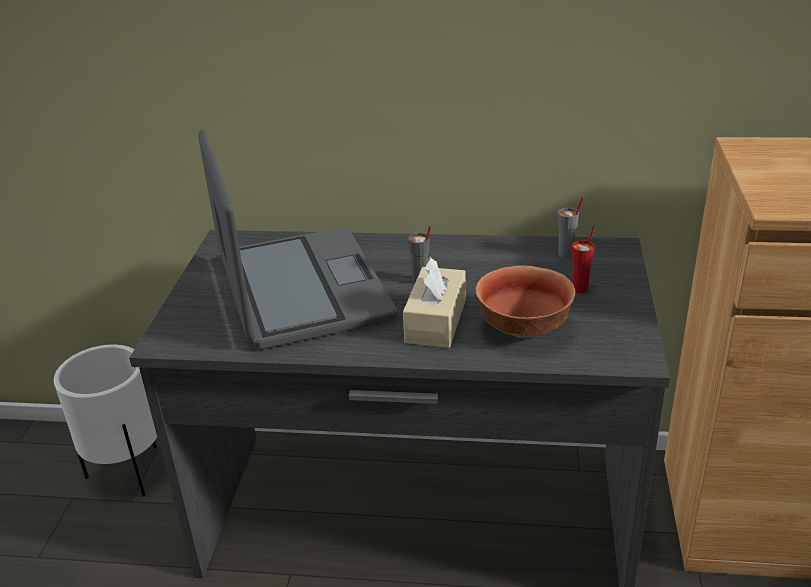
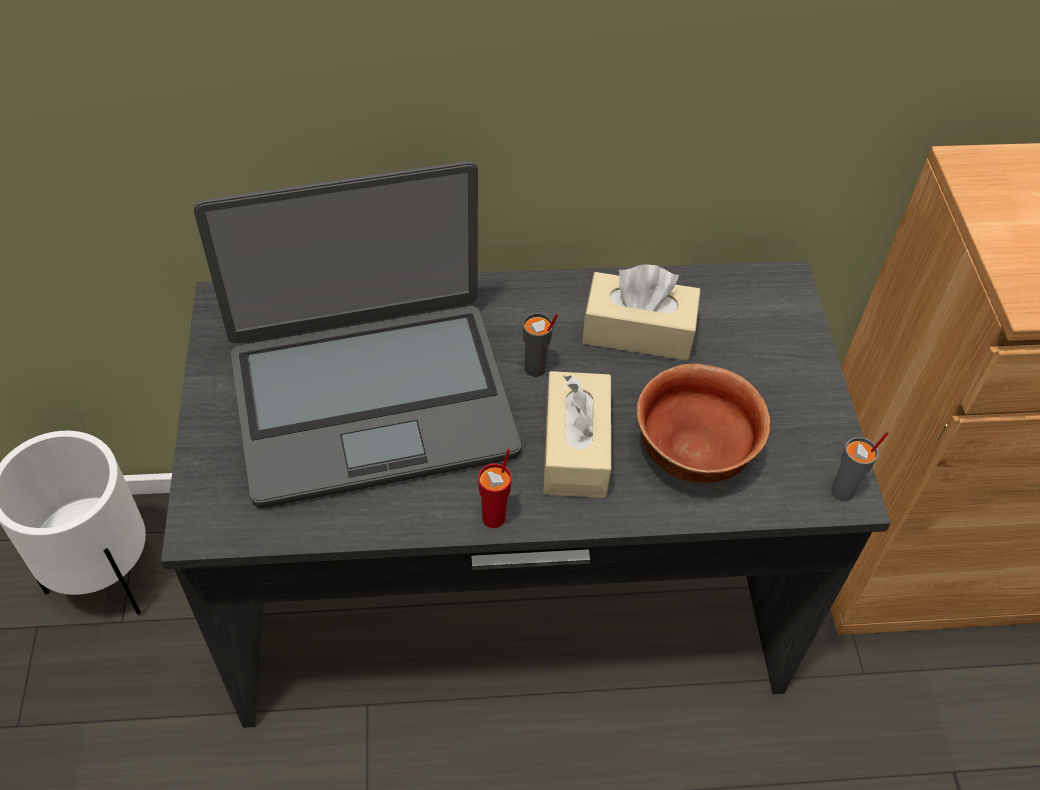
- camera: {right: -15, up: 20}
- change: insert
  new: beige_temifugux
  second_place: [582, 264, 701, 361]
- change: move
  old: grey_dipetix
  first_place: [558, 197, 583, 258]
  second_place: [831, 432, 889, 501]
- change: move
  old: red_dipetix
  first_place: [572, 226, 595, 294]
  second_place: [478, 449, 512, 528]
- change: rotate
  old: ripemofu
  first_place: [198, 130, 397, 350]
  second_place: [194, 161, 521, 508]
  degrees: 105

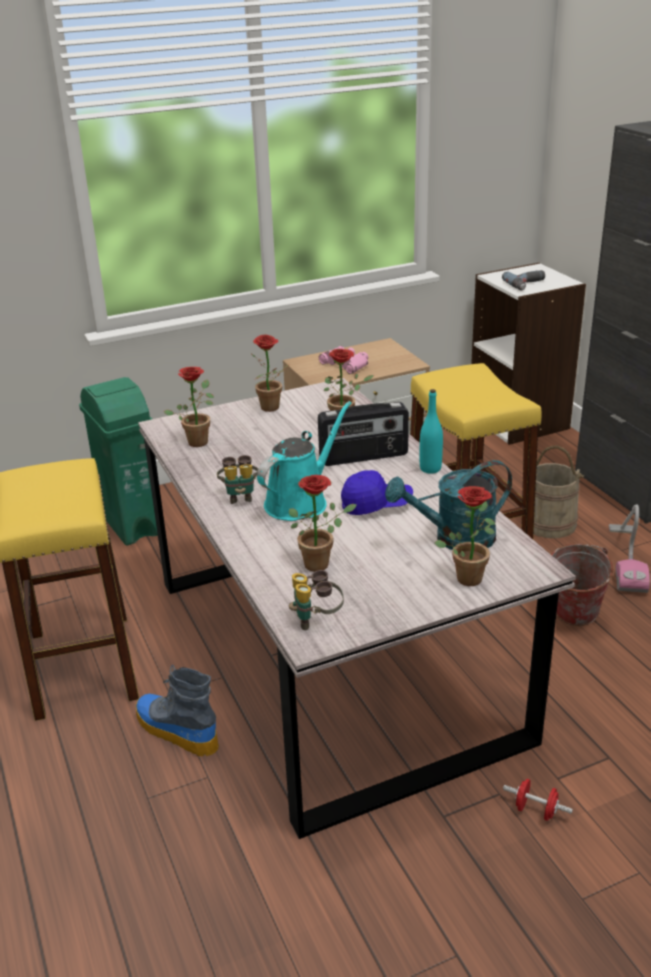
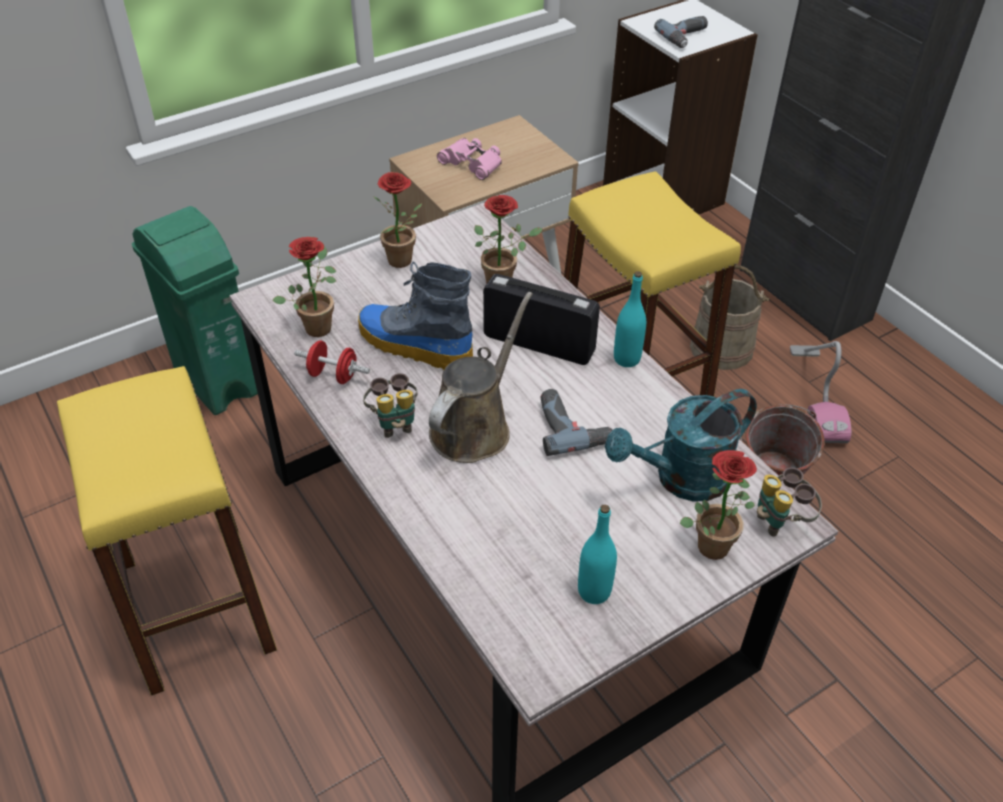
- camera: {right: -10, up: 15}
- change: delete
  old: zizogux
  first_place: [289, 475, 357, 572]
- change: insert
  new: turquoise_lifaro
  second_place: [578, 505, 617, 604]
- change: move
  old: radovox
  first_place: [135, 665, 219, 756]
  second_place: [358, 261, 473, 370]
- change: move
  old: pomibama
  first_place: [289, 570, 344, 630]
  second_place: [757, 468, 822, 537]
- change: move
  old: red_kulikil
  first_place: [503, 779, 573, 821]
  second_place: [294, 341, 370, 384]
- change: replace
  old: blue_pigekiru
  new: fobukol
  first_place: [341, 470, 413, 515]
  second_place: [541, 389, 613, 456]
- change: recolor
  old: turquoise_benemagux
  new: brown_benemagux
  first_place: [257, 401, 351, 521]
  second_place: [429, 292, 533, 463]
- change: rotate
  old: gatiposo
  first_place: [318, 402, 409, 466]
  second_place: [483, 274, 600, 365]
  degrees: -135

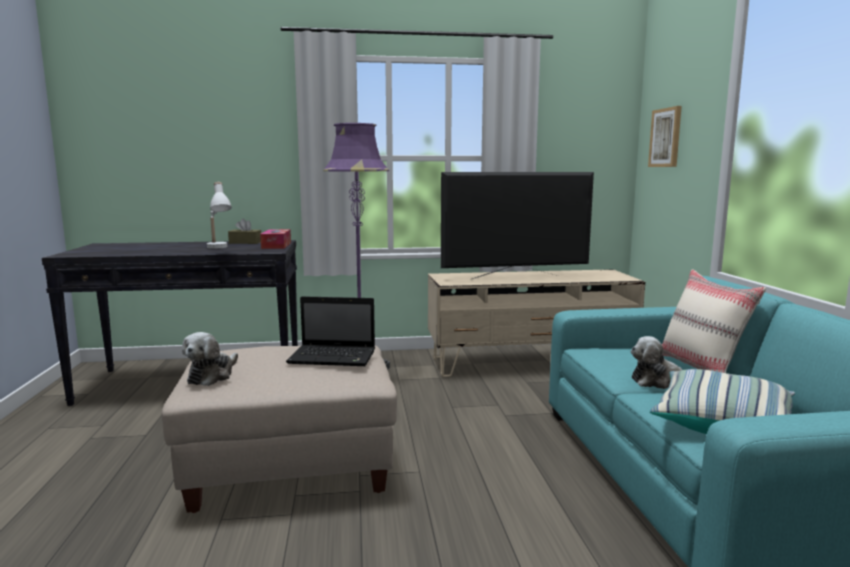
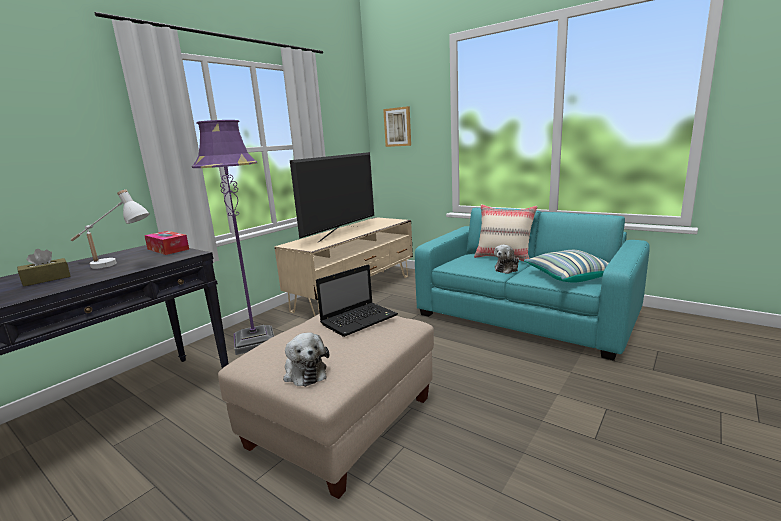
- camera: {right: -45, up: 5}
- change: move
  old: brown_temifugux
  first_place: [228, 218, 261, 244]
  second_place: [17, 249, 71, 287]

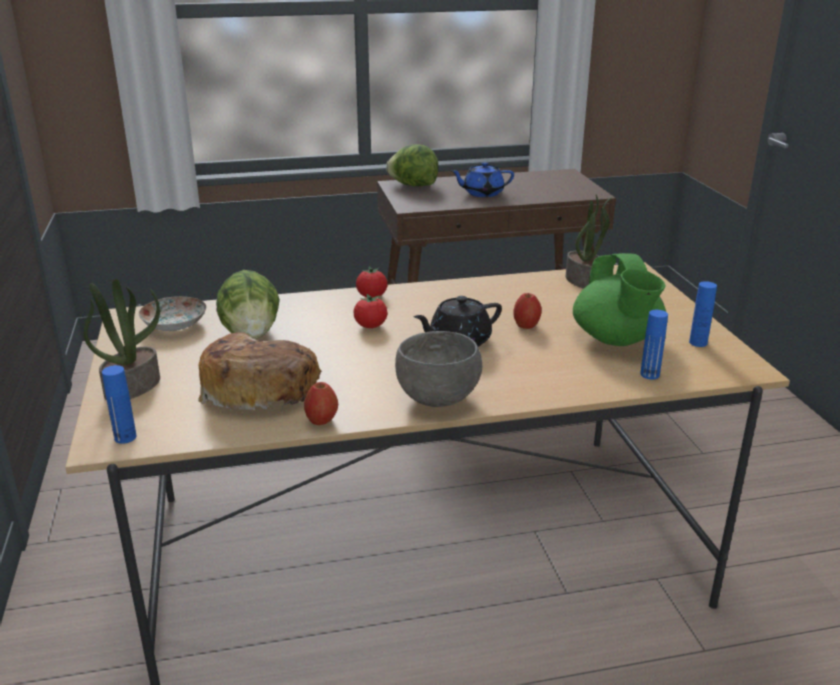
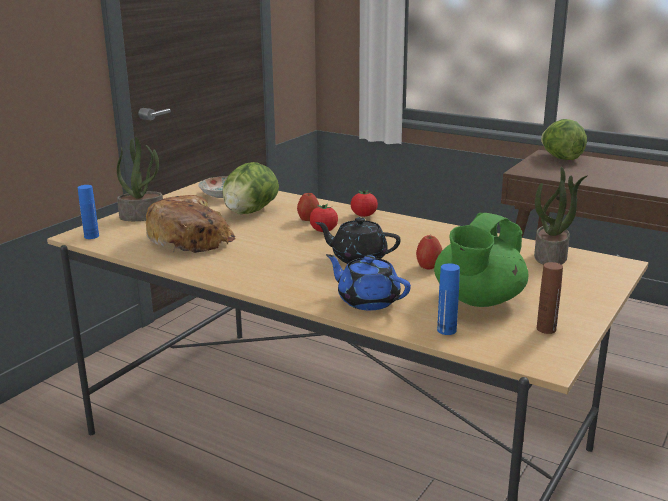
- camera: {right: 45, up: -5}
- change: delete
  old: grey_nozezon
  first_place: [395, 331, 482, 407]
- change: move
  old: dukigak
  first_place: [304, 382, 338, 425]
  second_place: [297, 192, 319, 221]
- change: move
  old: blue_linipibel
  first_place: [450, 162, 514, 197]
  second_place: [326, 254, 411, 310]
- change: recolor
  old: blue_lifaro
  new: brown_lifaro
  first_place: [689, 281, 717, 347]
  second_place: [537, 262, 563, 334]

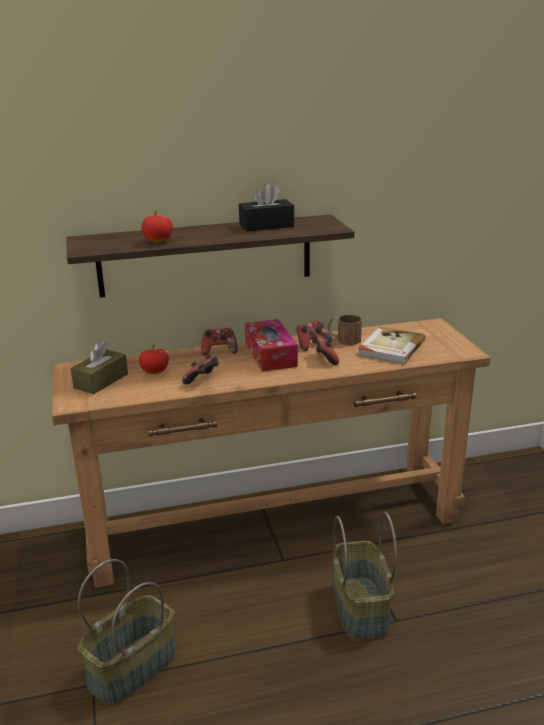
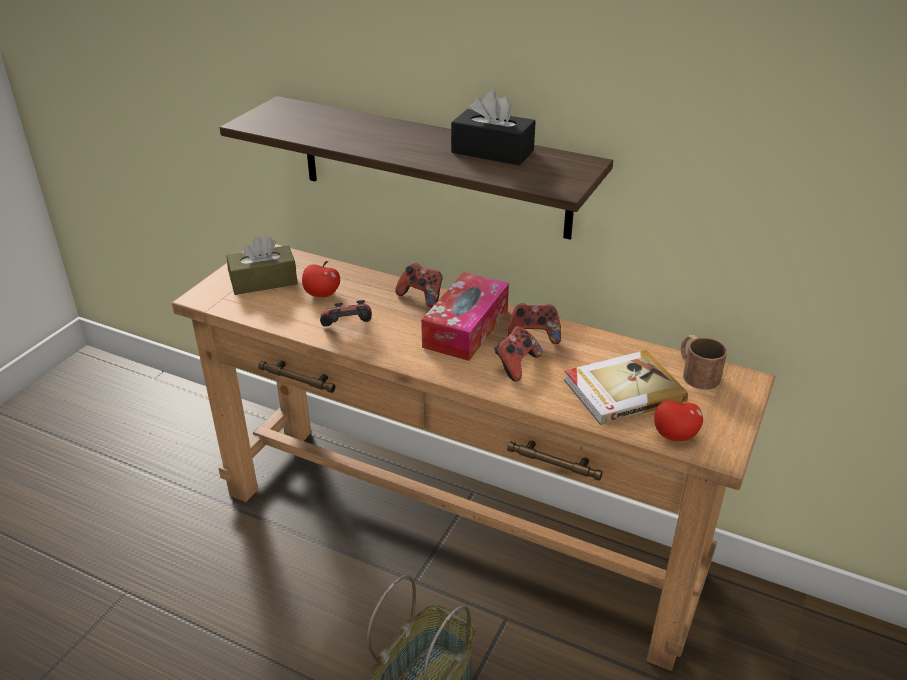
- camera: {right: 40, up: 10}
- change: delete
  old: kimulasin
  first_place: [77, 559, 176, 705]
- change: move
  old: dukigak
  first_place: [141, 211, 173, 242]
  second_place: [654, 396, 703, 441]
- change: move
  old: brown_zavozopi
  first_place: [327, 315, 362, 345]
  second_place: [681, 335, 727, 390]

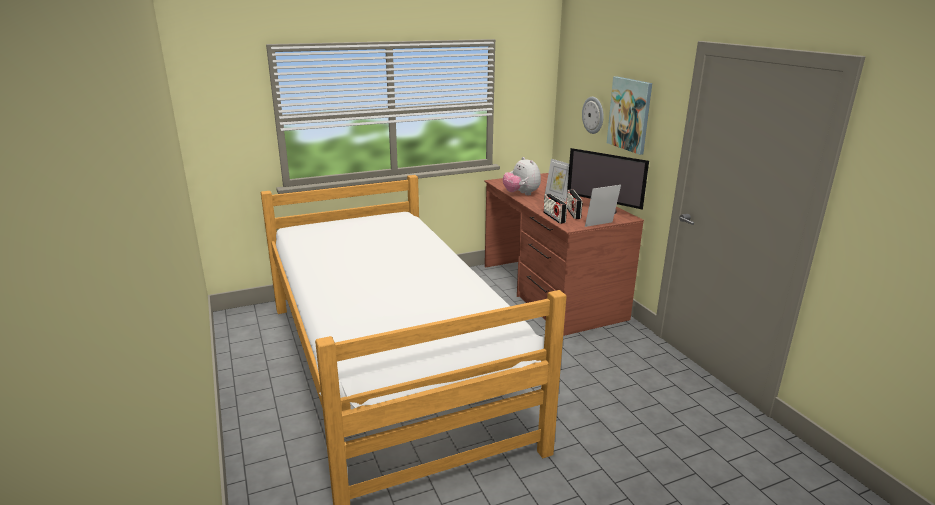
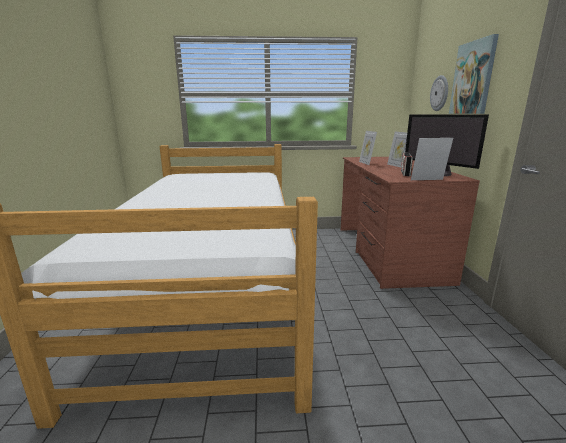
- camera: {right: 20, up: -5}
- change: delete
  old: gatiposo
  first_place: [543, 194, 567, 224]
- change: replace
  old: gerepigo
  new: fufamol
  first_place: [503, 157, 541, 195]
  second_place: [359, 131, 377, 165]

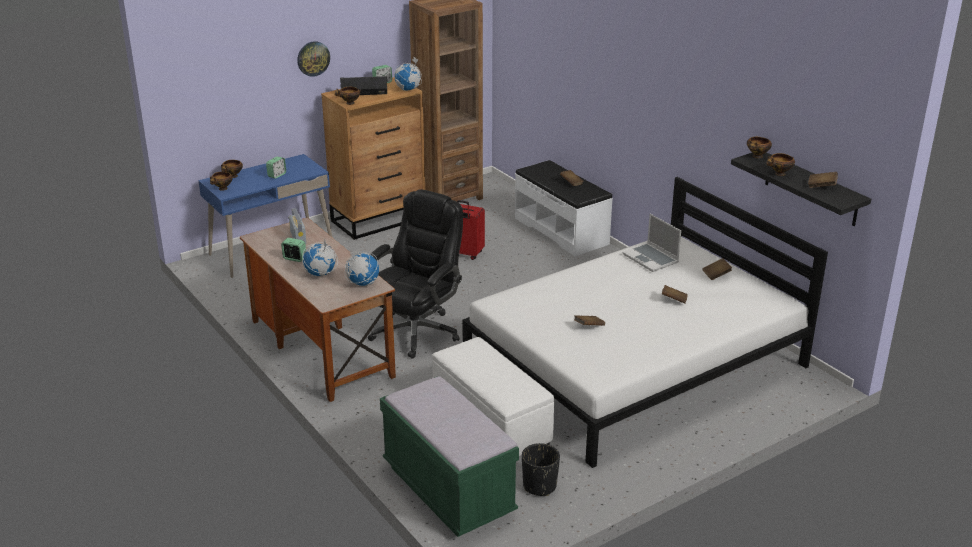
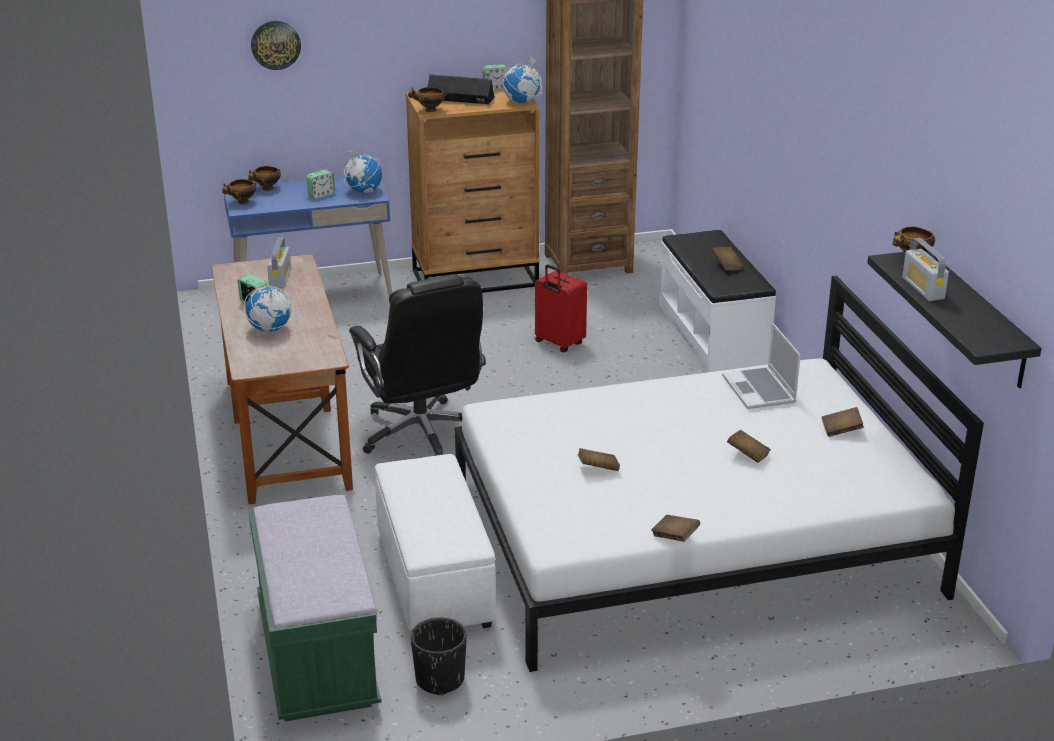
- camera: {right: 20, up: 0}
- change: move
  old: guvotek
  first_place: [297, 41, 330, 77]
  second_place: [251, 21, 301, 70]
- change: move
  old: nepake
  first_place: [345, 250, 379, 286]
  second_place: [344, 149, 382, 193]
- change: move
  old: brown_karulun
  first_place: [808, 172, 838, 188]
  second_place: [651, 515, 700, 542]
- change: replace
  old: nozezon
  new: gatiposo
  first_place: [766, 153, 795, 176]
  second_place: [902, 238, 949, 301]
- change: rotate
  old: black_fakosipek
  first_place: [368, 189, 463, 359]
  second_place: [349, 274, 486, 456]
  degrees: 105

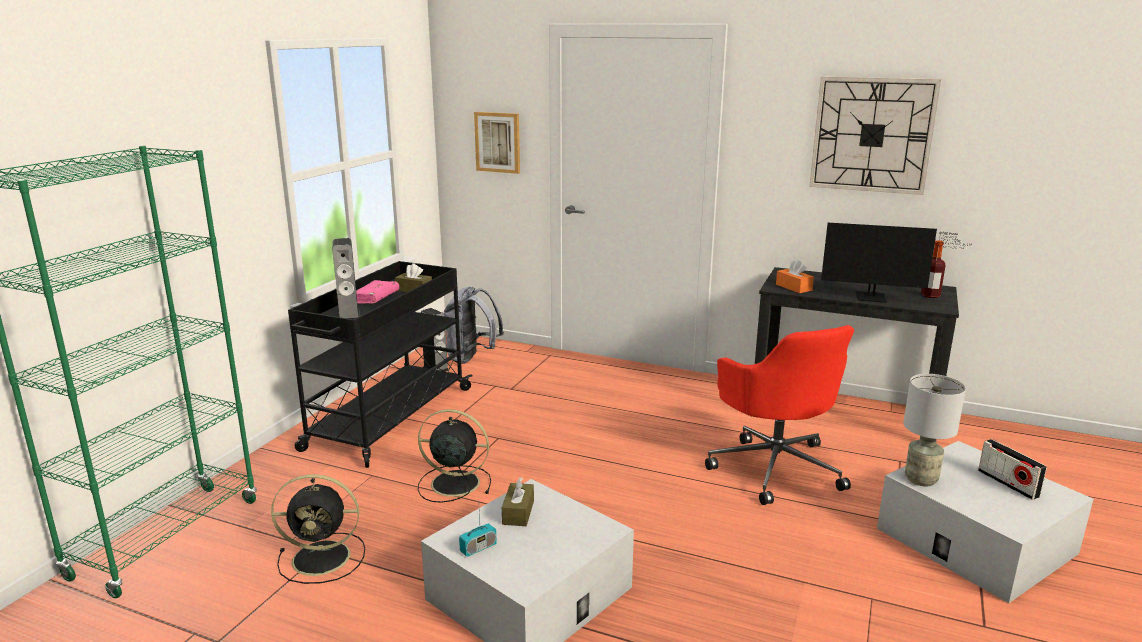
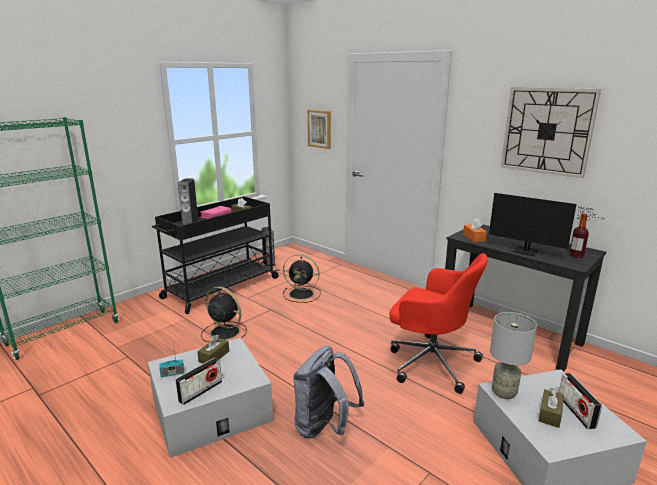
- camera: {right: 20, up: 0}
- change: insert
  new: gatiposo
  second_place: [175, 358, 222, 405]
- change: insert
  new: brown_temifugux
  second_place: [539, 388, 564, 428]
- change: move
  old: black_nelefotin
  first_place: [271, 474, 365, 584]
  second_place: [283, 254, 321, 303]
- change: move
  old: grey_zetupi
  first_place: [444, 287, 504, 364]
  second_place: [293, 346, 364, 439]
- change: rotate
  old: red_fakosipek
  first_place: [705, 325, 854, 505]
  second_place: [389, 253, 488, 394]
  degrees: -60

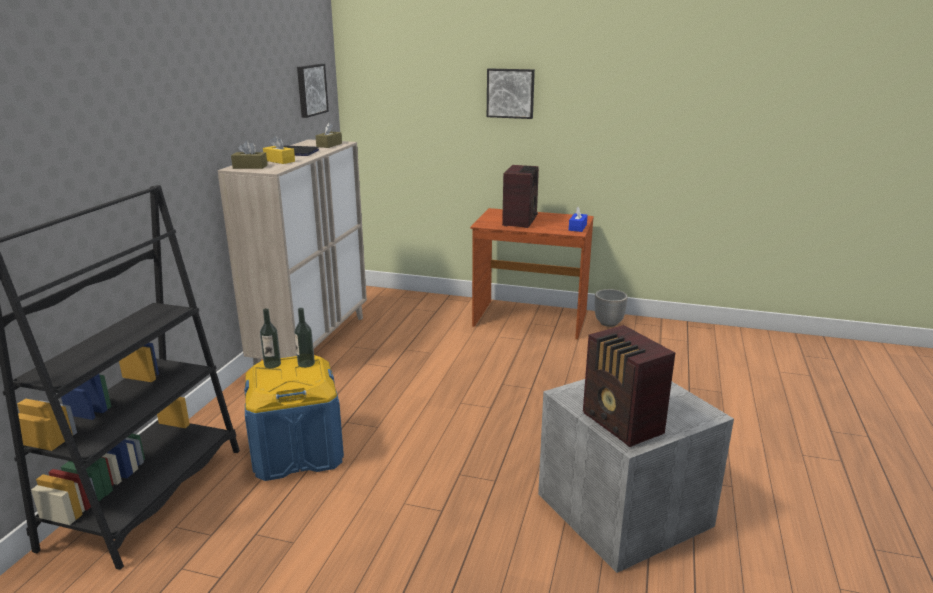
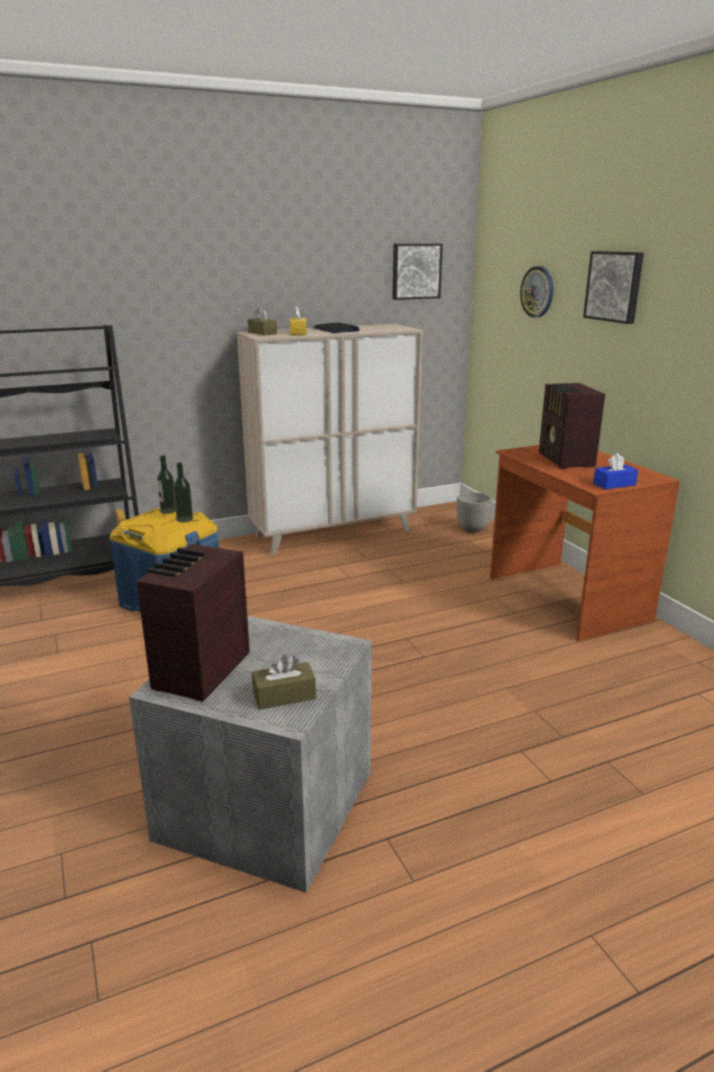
- camera: {right: 50, up: 0}
- change: insert
  new: guvotek
  second_place: [520, 266, 553, 318]
- change: move
  old: brown_temifugux
  first_place: [316, 123, 342, 148]
  second_place: [252, 654, 316, 710]
- change: move
  old: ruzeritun
  first_place: [595, 289, 628, 327]
  second_place: [457, 492, 493, 533]
- change: rotate
  old: gatiposo
  first_place: [502, 165, 539, 228]
  second_place: [539, 383, 605, 469]
  degrees: 105

